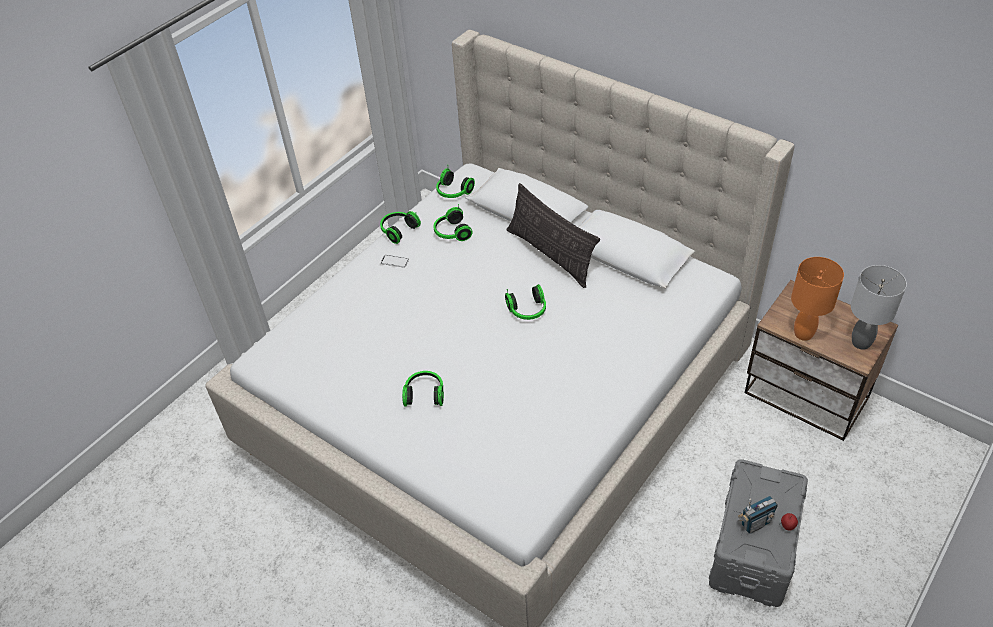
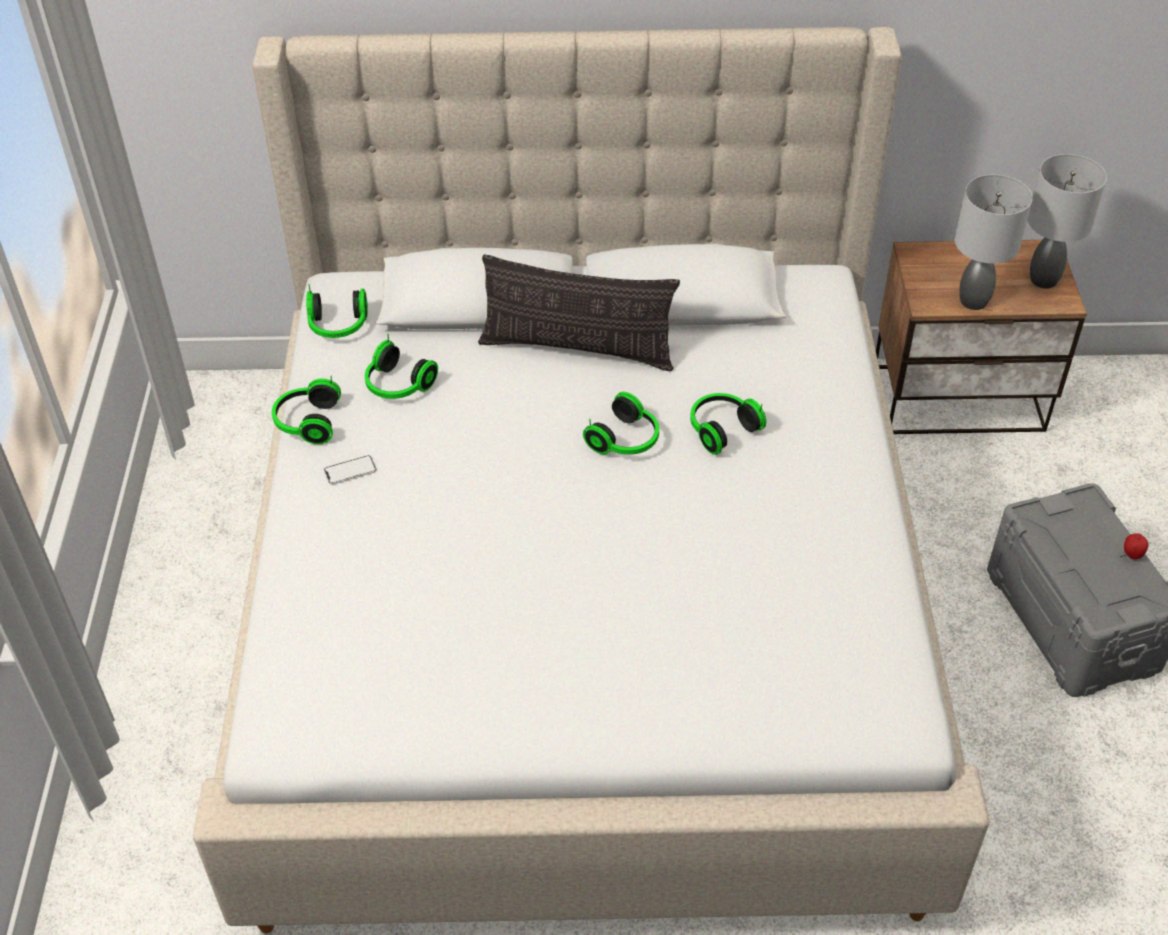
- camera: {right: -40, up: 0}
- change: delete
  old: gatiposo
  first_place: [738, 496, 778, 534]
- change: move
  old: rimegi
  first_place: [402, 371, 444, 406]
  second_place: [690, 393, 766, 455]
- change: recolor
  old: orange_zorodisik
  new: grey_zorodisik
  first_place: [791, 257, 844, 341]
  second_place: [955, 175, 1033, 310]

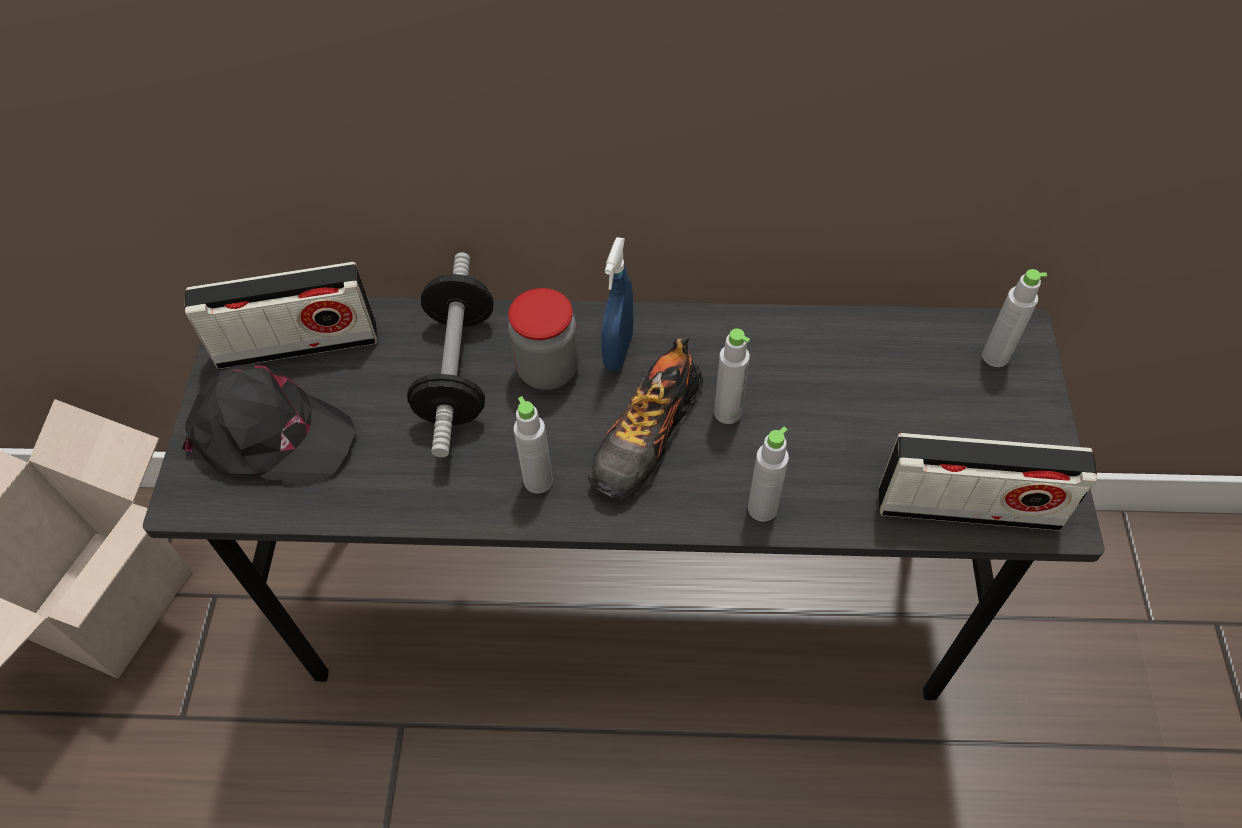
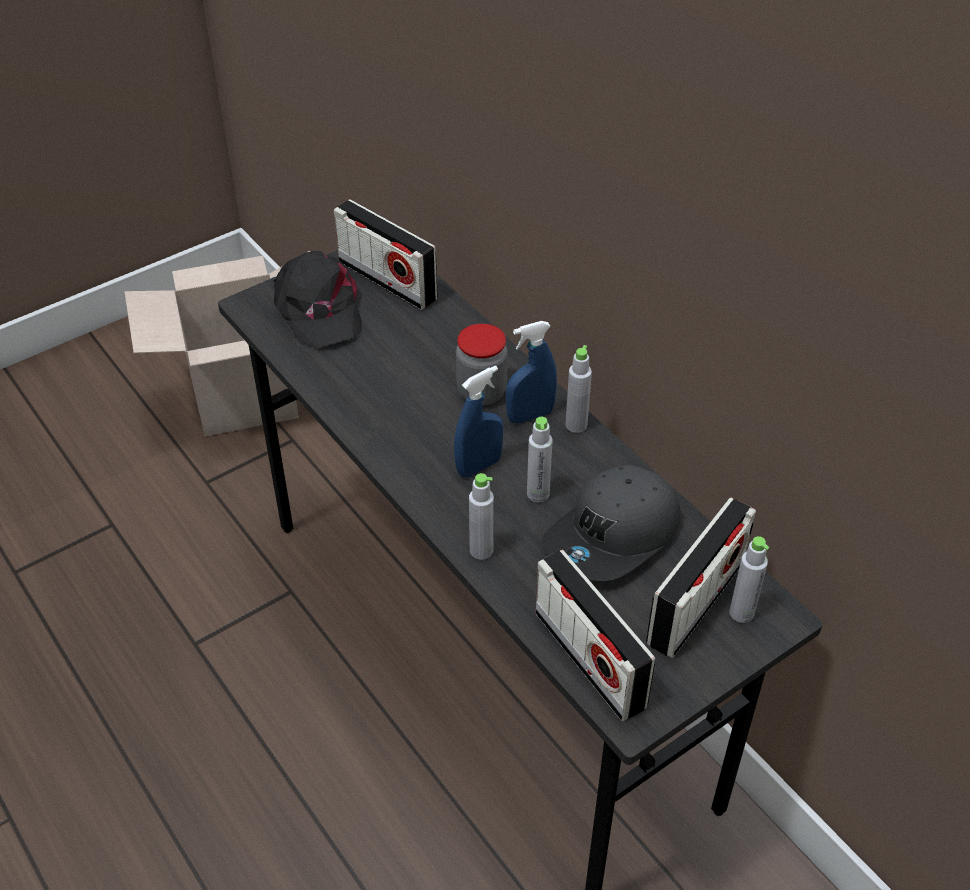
- camera: {right: 50, up: -10}
- change: delete
  old: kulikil
  first_place: [407, 252, 494, 457]
- change: insert
  new: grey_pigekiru
  second_place: [542, 465, 681, 581]
- change: insert
  new: gatiposo
  second_place: [646, 498, 756, 658]
- change: move
  old: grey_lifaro
  first_place: [513, 396, 553, 493]
  second_place: [566, 345, 592, 433]
- change: replace
  old: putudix
  new: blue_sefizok
  first_place: [588, 338, 704, 500]
  second_place: [454, 366, 503, 477]

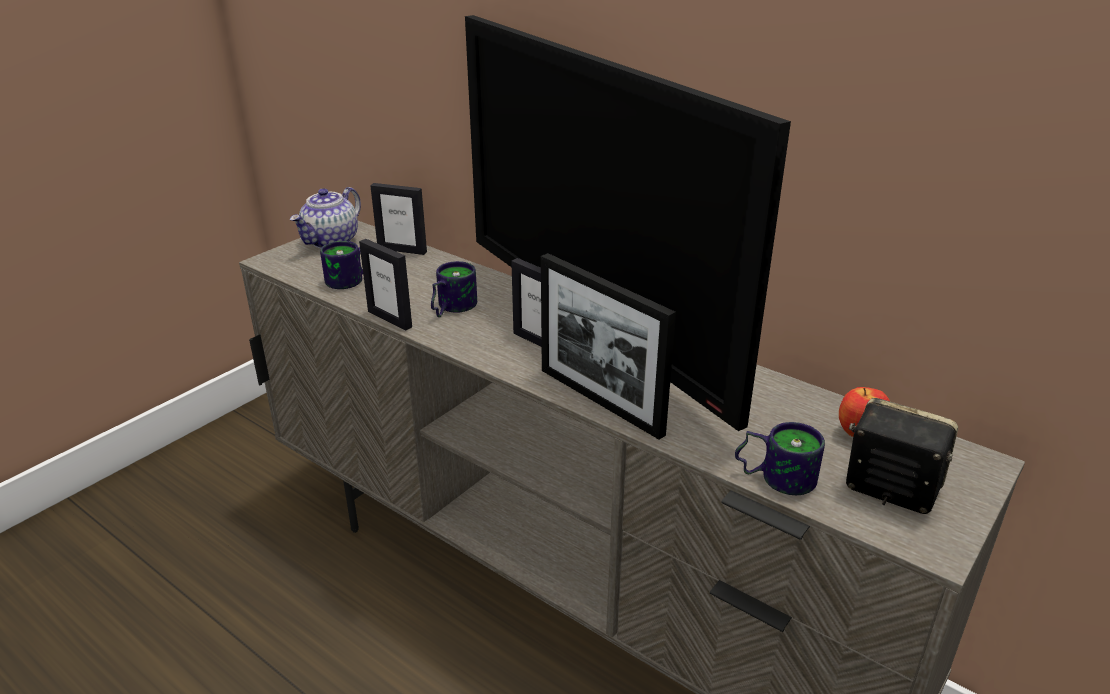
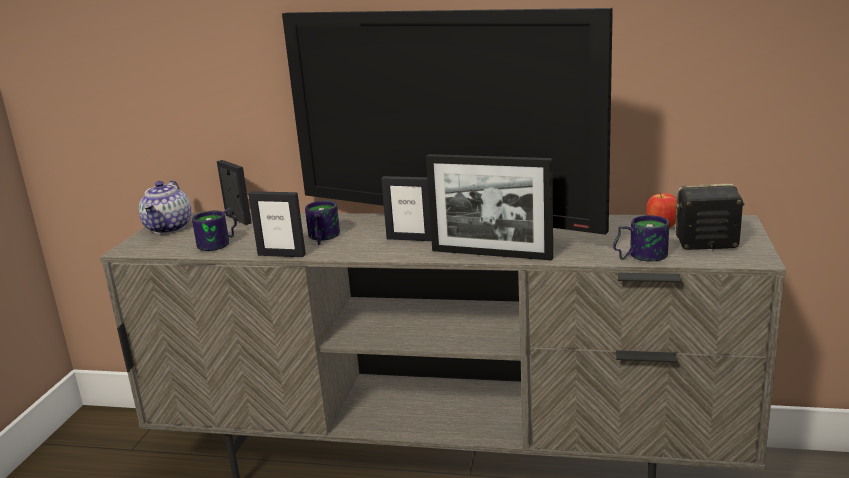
- camera: {right: -25, up: -10}
- change: rotate
  old: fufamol
  first_place: [370, 183, 427, 255]
  second_place: [217, 160, 252, 225]
  degrees: -120

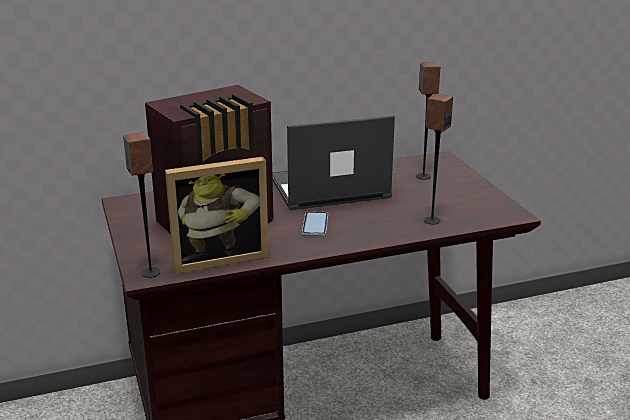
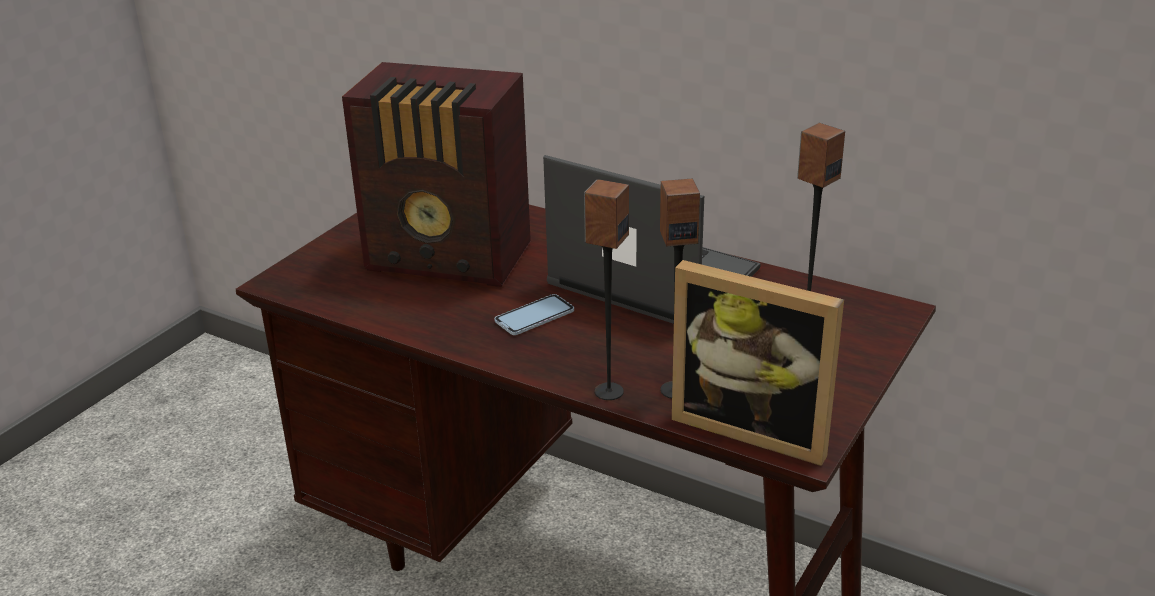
- camera: {right: 50, up: 5}
- change: move
  old: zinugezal
  first_place: [123, 132, 160, 278]
  second_place: [584, 179, 629, 400]
- change: move
  old: fufamol
  first_place: [165, 157, 269, 274]
  second_place: [672, 260, 844, 466]

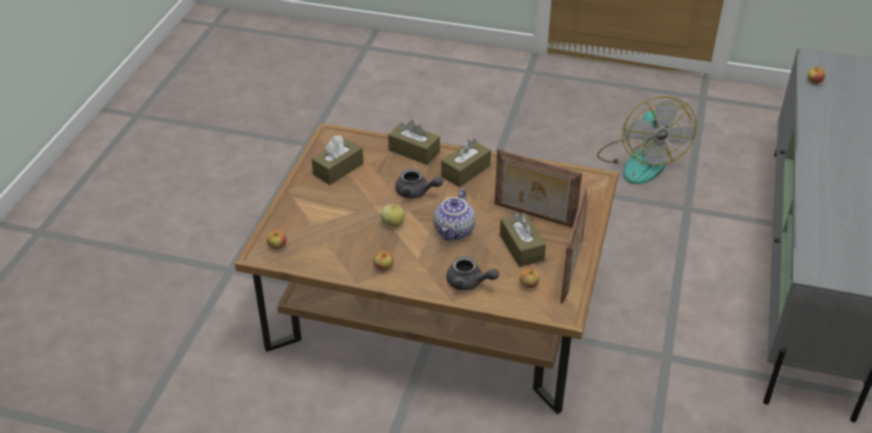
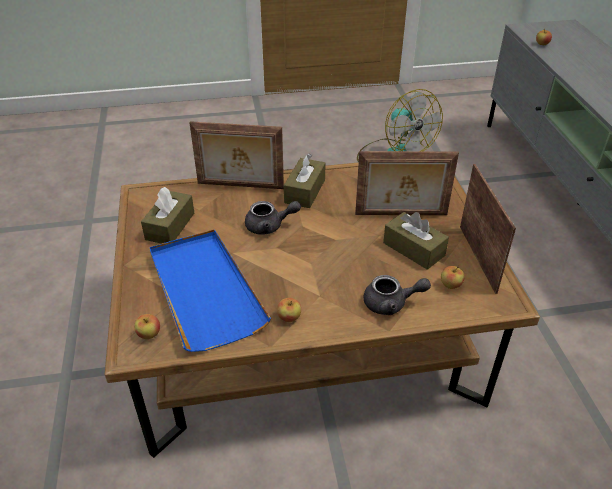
- camera: {right: -25, up: 0}
- change: delete
  old: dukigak
  first_place: [381, 204, 405, 227]
- change: delete
  old: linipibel
  first_place: [434, 189, 475, 241]
- change: insert
  new: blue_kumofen
  second_place: [149, 229, 271, 352]
- change: replace
  old: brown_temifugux
  new: fufamol
  first_place: [388, 120, 440, 165]
  second_place: [189, 121, 284, 189]

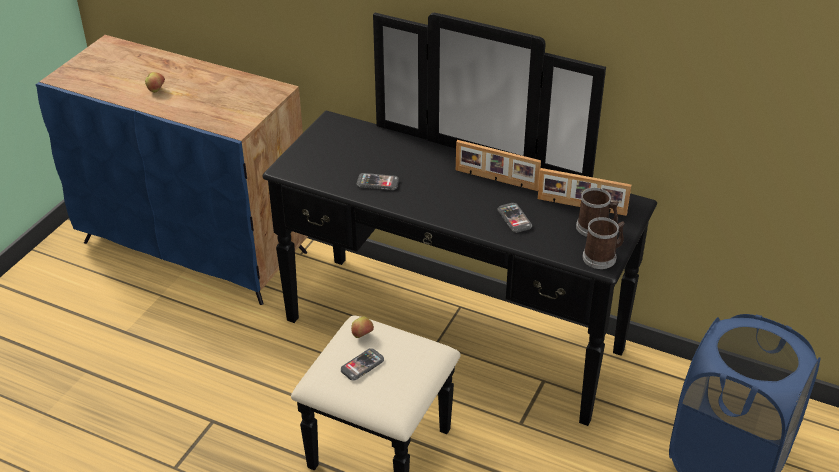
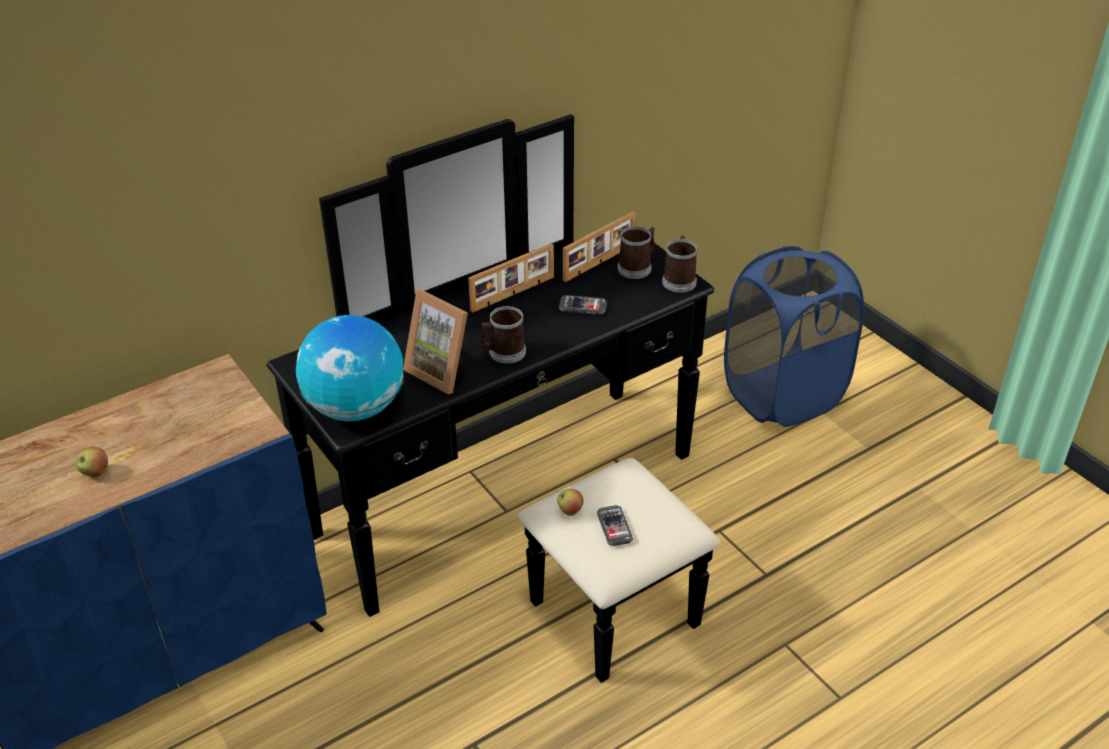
- camera: {right: -60, up: 0}
- change: insert
  new: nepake
  second_place: [296, 315, 404, 421]
- change: insert
  new: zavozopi
  second_place: [481, 306, 526, 364]
- change: replace
  old: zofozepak
  new: fufamol
  first_place: [356, 173, 399, 190]
  second_place: [403, 289, 468, 394]

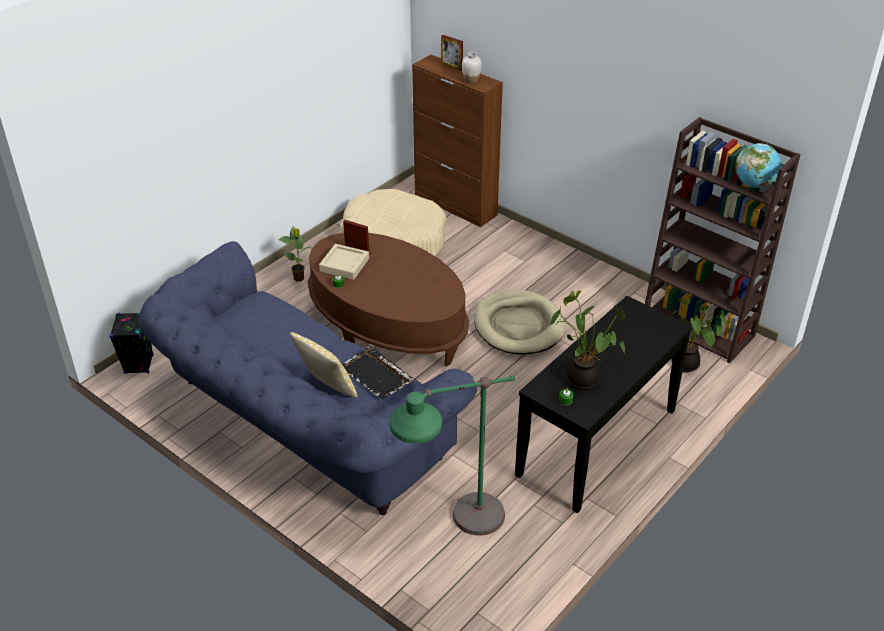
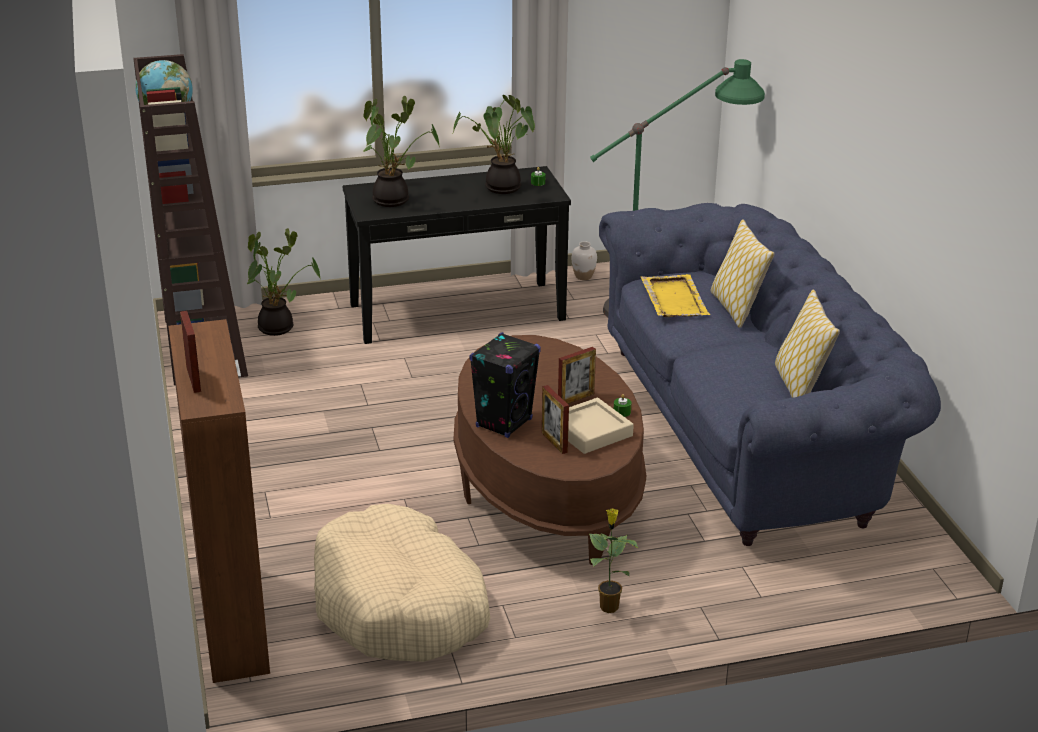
- camera: {right: -145, up: -10}
- change: delete
  old: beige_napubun
  first_place: [474, 290, 565, 355]
- change: insert
  new: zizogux
  second_place: [363, 96, 440, 207]
- change: insert
  new: fufamol
  second_place: [558, 347, 596, 404]
- change: insert
  new: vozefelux
  second_place: [775, 290, 840, 397]
- change: move
  old: black_zinugezal
  first_place: [109, 313, 154, 374]
  second_place: [469, 332, 541, 438]
- change: move
  old: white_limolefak
  first_place: [462, 52, 482, 83]
  second_place: [572, 241, 597, 280]
- change: recolor
  old: black_kumofen
  new: yellow_kumofen
  first_place: [342, 346, 414, 400]
  second_place: [641, 274, 710, 317]

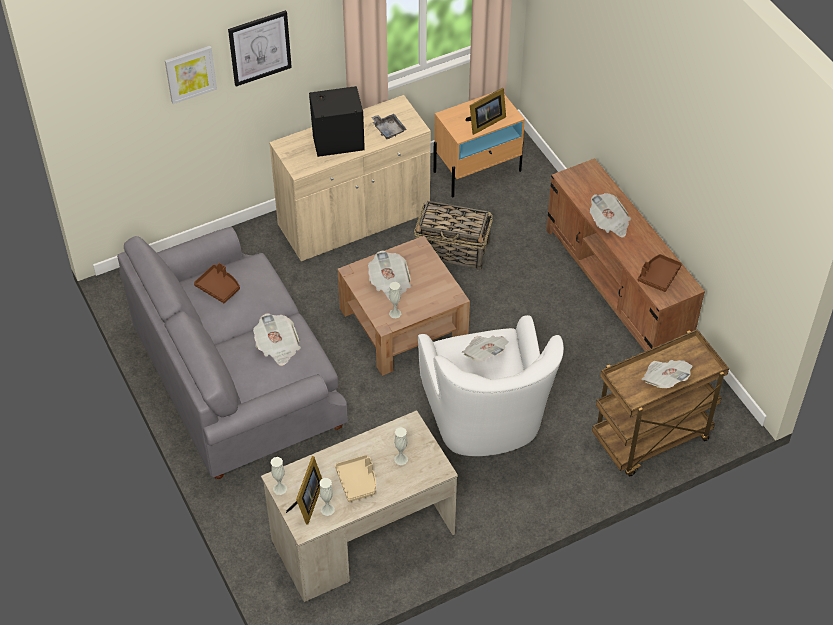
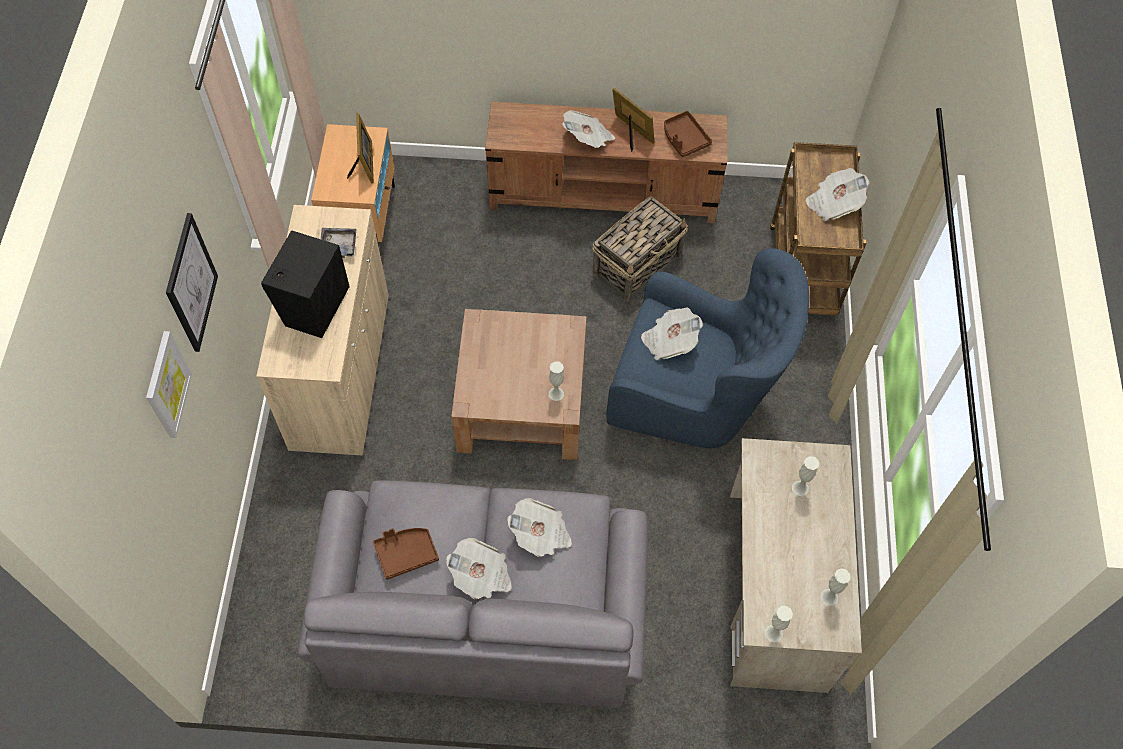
- camera: {right: -60, up: 10}
- change: delete
  old: beige_kumofen
  first_place: [335, 455, 376, 502]
- change: move
  old: fufamol
  first_place: [286, 456, 322, 525]
  second_place: [612, 88, 655, 152]
- change: move
  old: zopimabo
  first_place: [368, 250, 411, 300]
  second_place: [446, 538, 512, 600]
- change: move
  old: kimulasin
  first_place: [414, 201, 493, 271]
  second_place: [592, 196, 688, 302]
- change: recolor
  old: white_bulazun
  new: blue_bulazun
  first_place: [418, 315, 564, 456]
  second_place: [606, 248, 809, 448]

